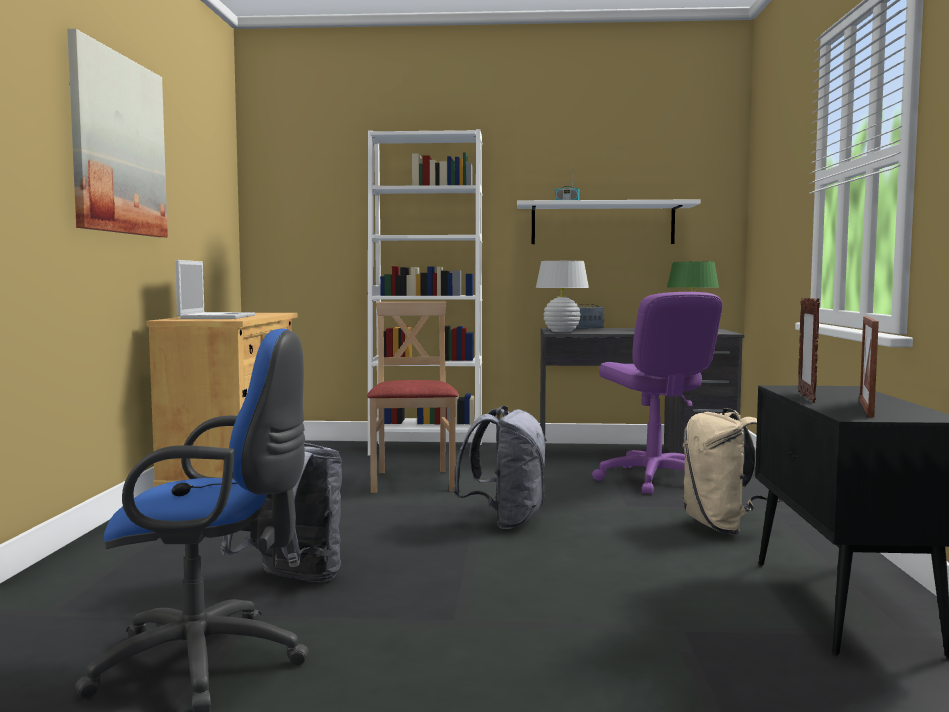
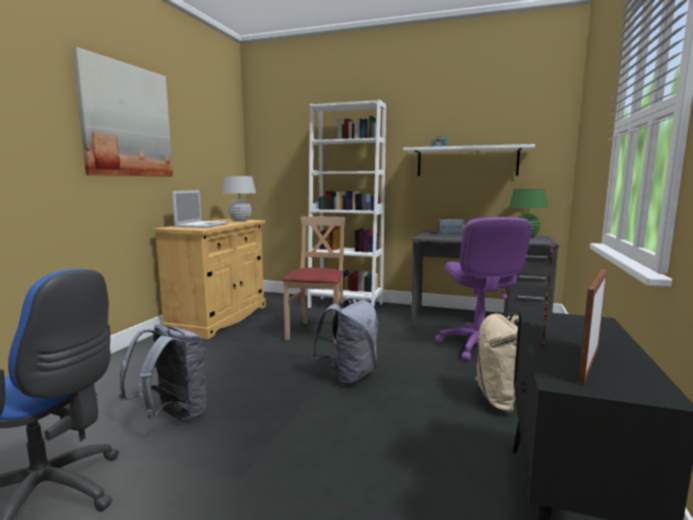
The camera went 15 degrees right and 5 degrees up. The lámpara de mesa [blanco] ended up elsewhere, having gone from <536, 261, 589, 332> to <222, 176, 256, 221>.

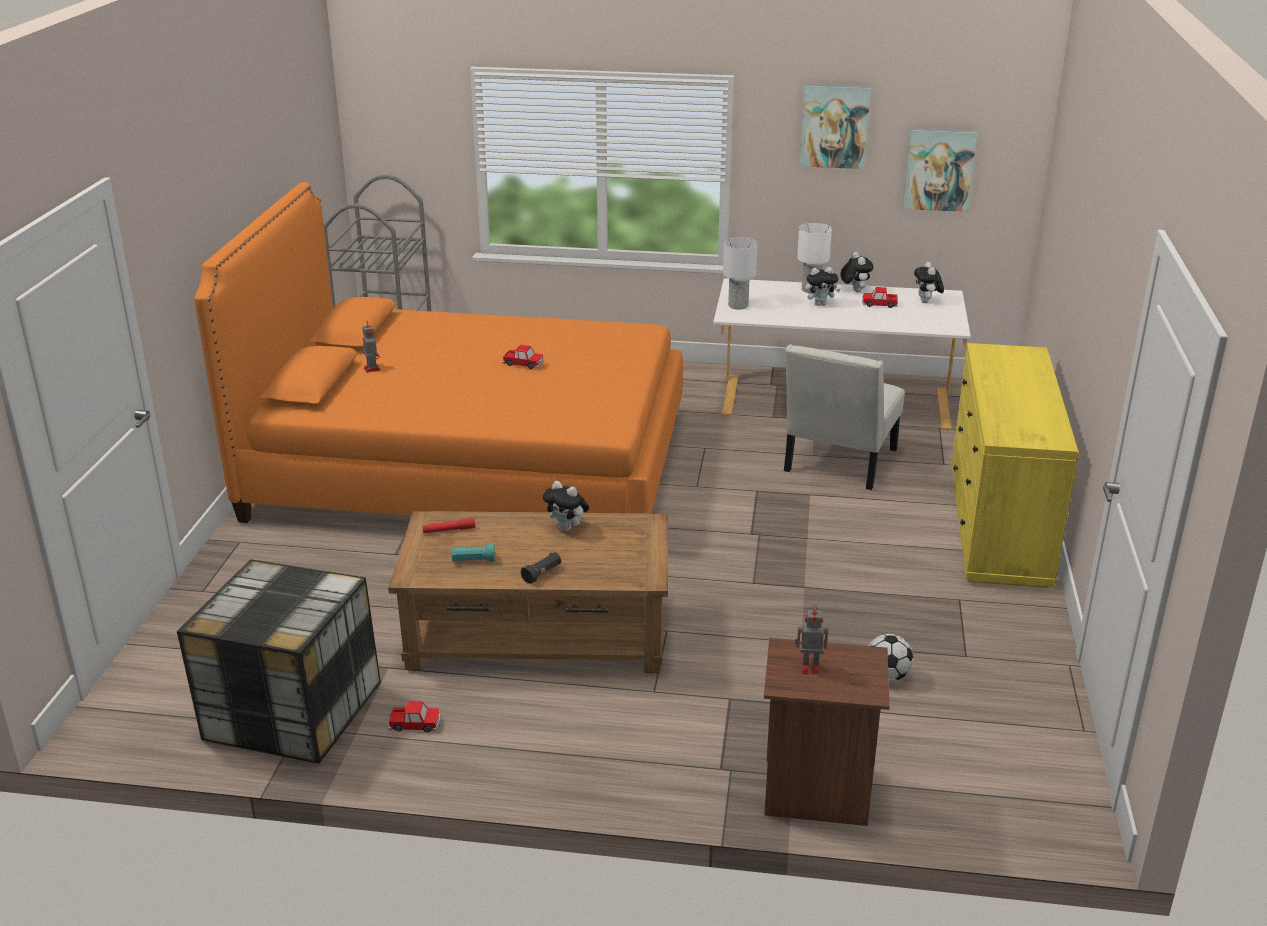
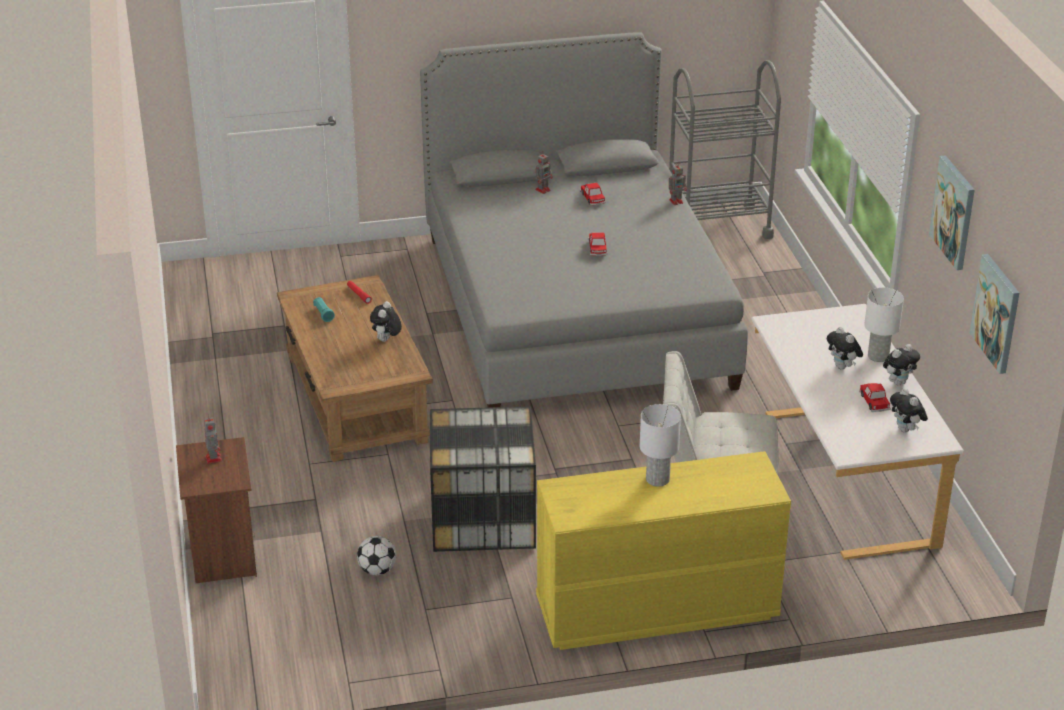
The camera went 70 degrees right and 5 degrees up. What was the cama [naranja] at <194, 182, 683, 523> turned into the cama [gris] at <420, 32, 748, 408>. The lámpara de mesa [blanco] ended up elsewhere, having gone from <723, 237, 758, 309> to <640, 404, 681, 487>. The peluche at <914, 262, 944, 303> ended up facing another way, 90 degrees counterclockwise from before. The second view lost the linterna [negro] at <521, 552, 561, 584>. The caja de almacenaje ended up elsewhere, having gone from <177, 559, 381, 764> to <430, 406, 536, 552>. The coche de juguete ended up elsewhere, having gone from <388, 701, 441, 732> to <580, 183, 606, 205>. The second view gained the robot de juguete at <669, 165, 687, 205>.

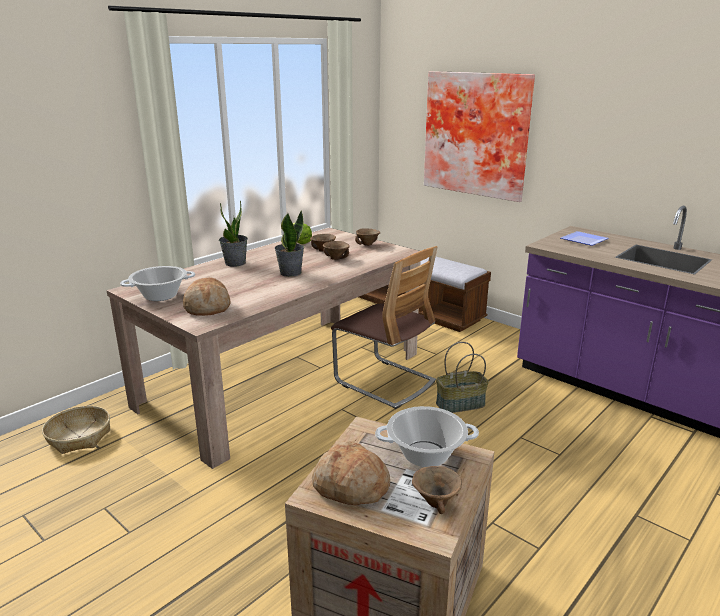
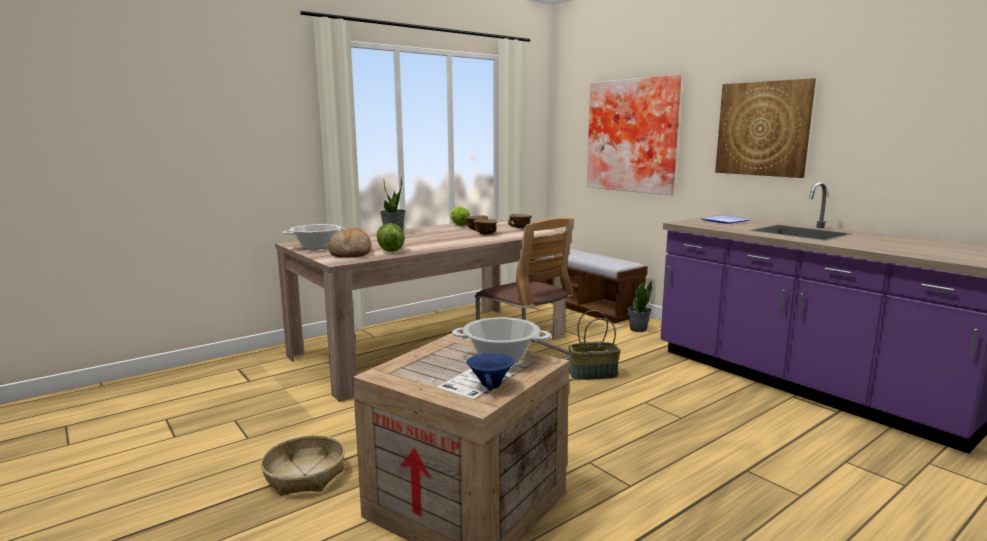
The camera went 10 degrees right and 10 degrees down. The planta en maceta ended up elsewhere, having gone from <275, 211, 304, 277> to <627, 281, 652, 332>. The cesta ended up elsewhere, having gone from <42, 406, 110, 454> to <260, 435, 345, 496>. The second view lost the pan at <312, 441, 390, 505>. What was the cuenco [marrón] at <412, 466, 462, 514> turned into the cuenco [azul] at <467, 353, 515, 391>. The second view gained the cuadro at <715, 78, 816, 178>. The second view gained the lechuga at <376, 223, 405, 252>.

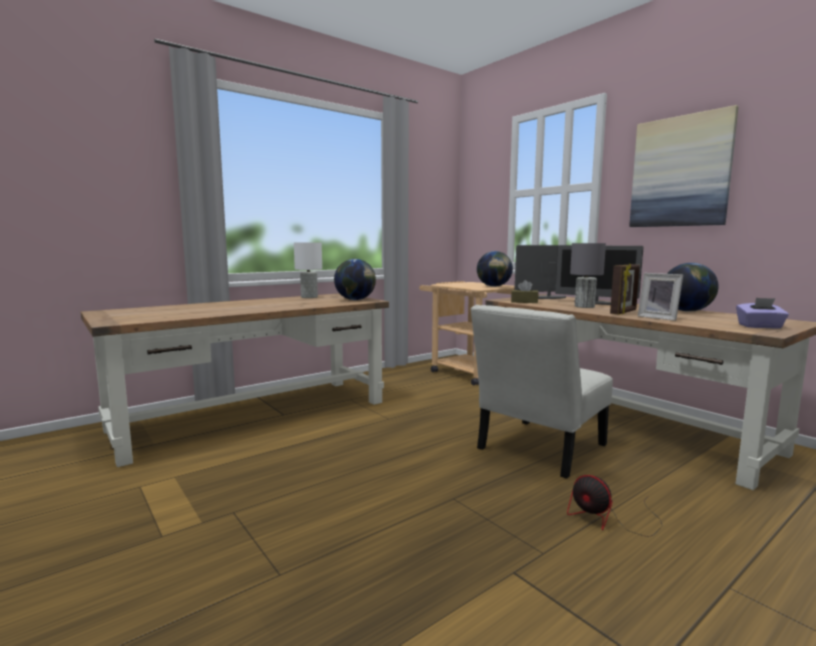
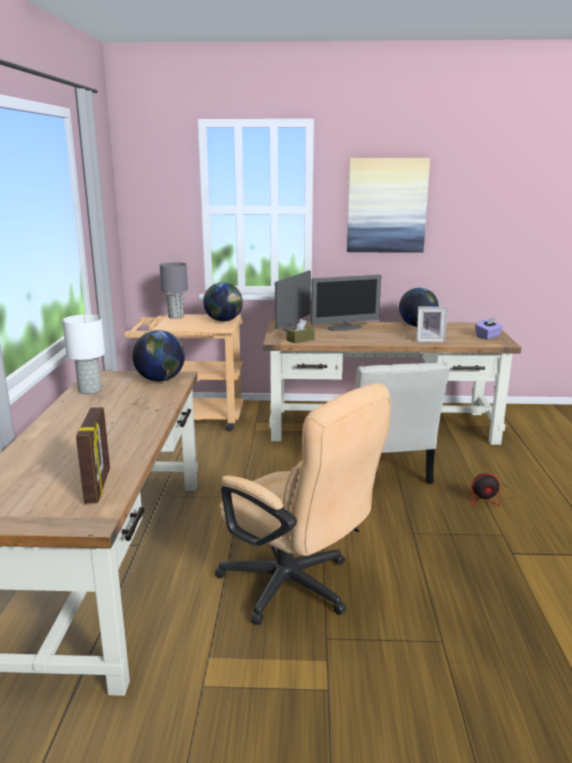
The camera went 50 degrees left and 10 degrees up. The lámpara de mesa [gris] ended up elsewhere, having gone from <570, 243, 606, 308> to <160, 262, 188, 319>. The portarretratos ended up elsewhere, having gone from <610, 264, 640, 314> to <76, 407, 110, 504>. The second view gained the silla de oficina [beis] at <215, 383, 391, 625>.

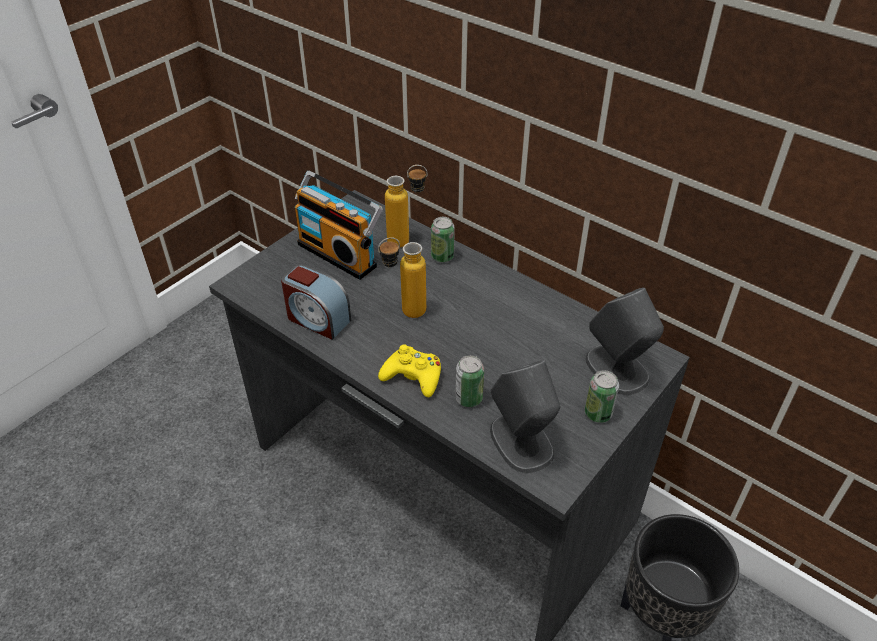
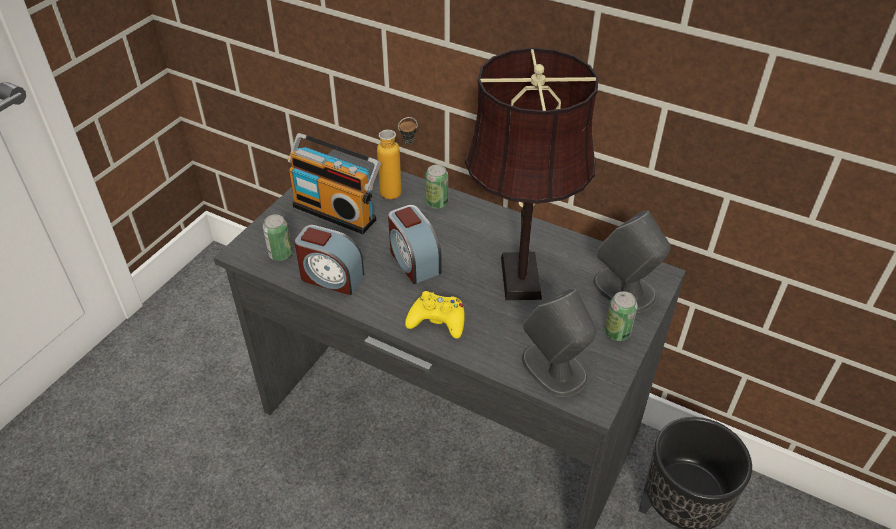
The camera went 10 degrees left and 0 degrees up. Where the botella stood at <378, 237, 426, 318>, the despertador came to stand at <388, 205, 442, 284>. The lata ended up elsewhere, having gone from <455, 355, 484, 407> to <263, 214, 292, 261>. The second view gained the lámpara de mesa [marrón] at <465, 48, 599, 300>.

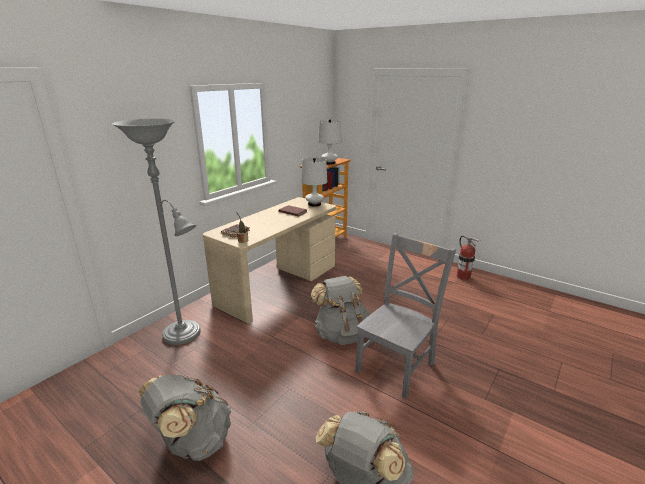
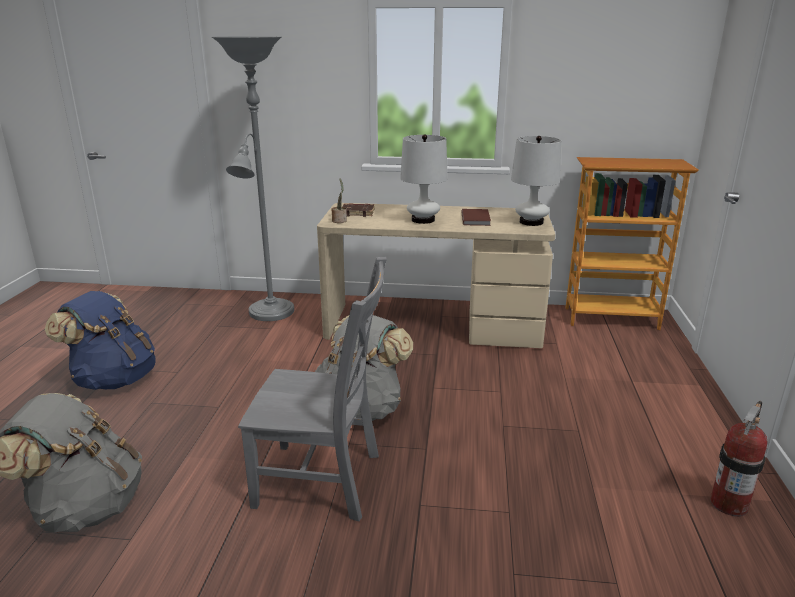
The camera went 60 degrees right and 0 degrees up. The lámpara de mesa [blanco] ended up elsewhere, having gone from <318, 120, 342, 164> to <400, 134, 448, 224>. What was the mochila [gris] at <139, 374, 231, 461> turned into the mochila [azul] at <45, 291, 156, 390>.

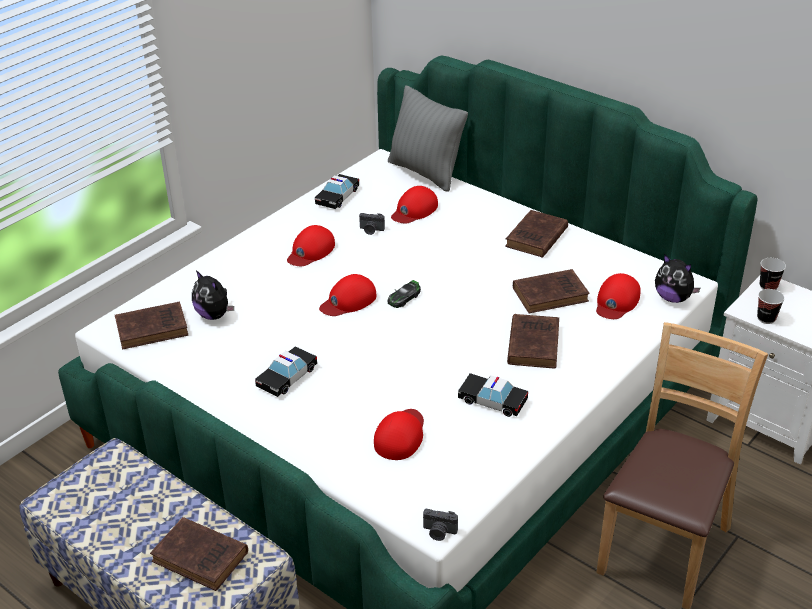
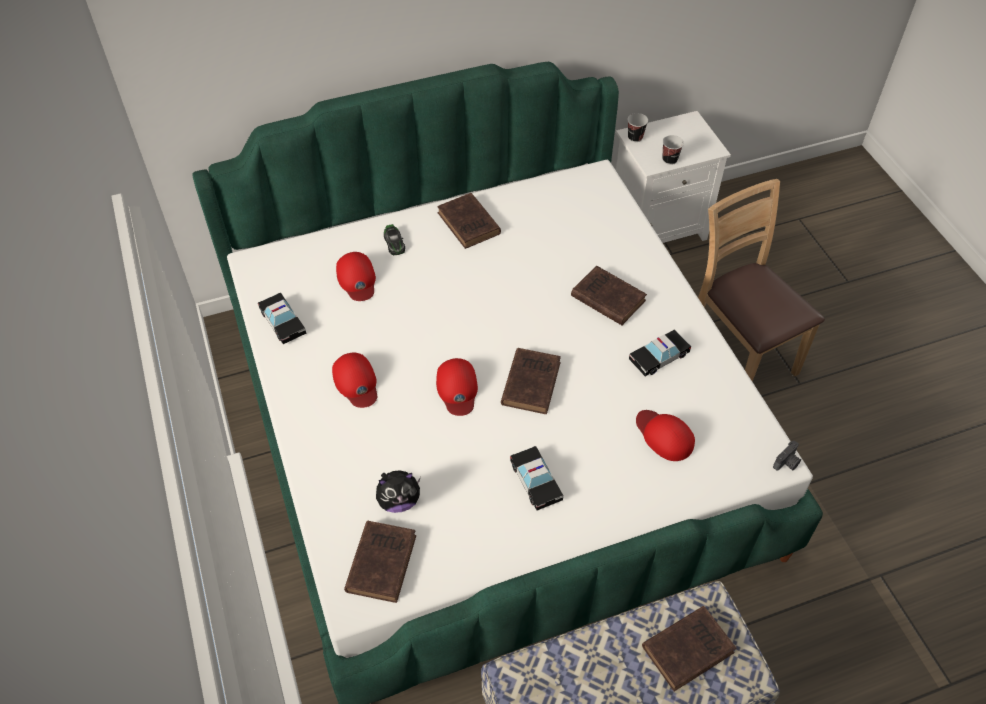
The camera went 60 degrees left and 15 degrees up. The second view lost the cojín [gris] at <388, 86, 468, 192>. The second view lost the cámara at <359, 213, 385, 235>. The second view lost the peluche at <655, 254, 701, 303>. The libro [marrón] ended up elsewhere, having gone from <513, 269, 590, 313> to <501, 348, 561, 414>. The second view lost the gorra [rojo] at <596, 273, 641, 319>. The coche de juguete ended up elsewhere, having gone from <388, 280, 421, 308> to <384, 224, 405, 255>.

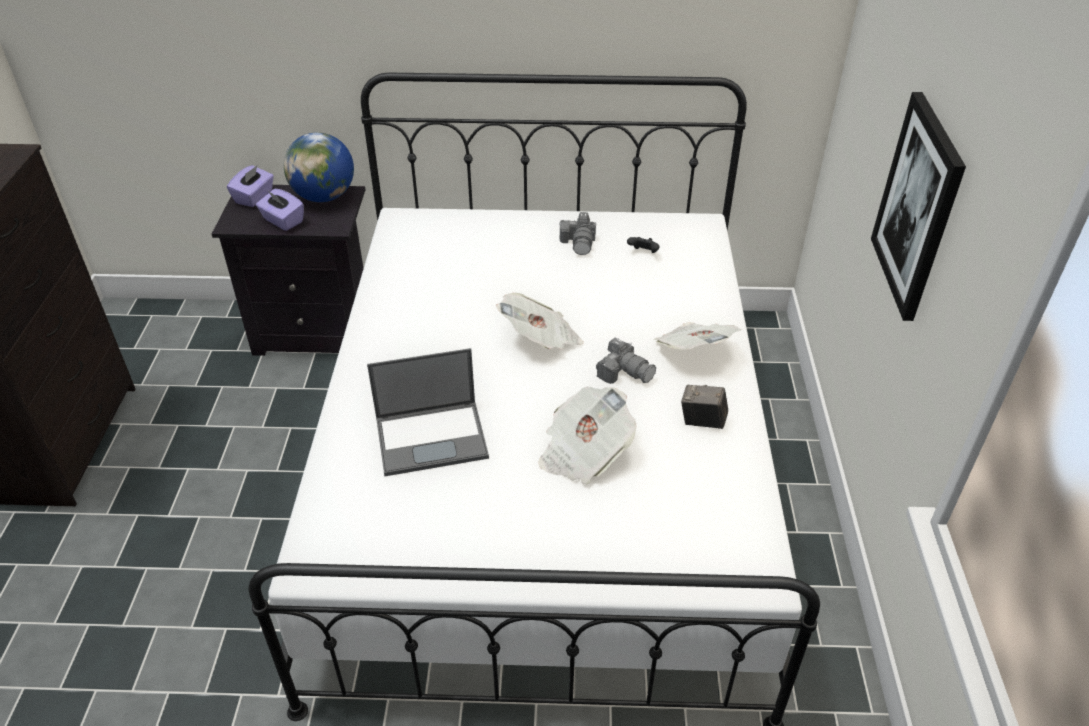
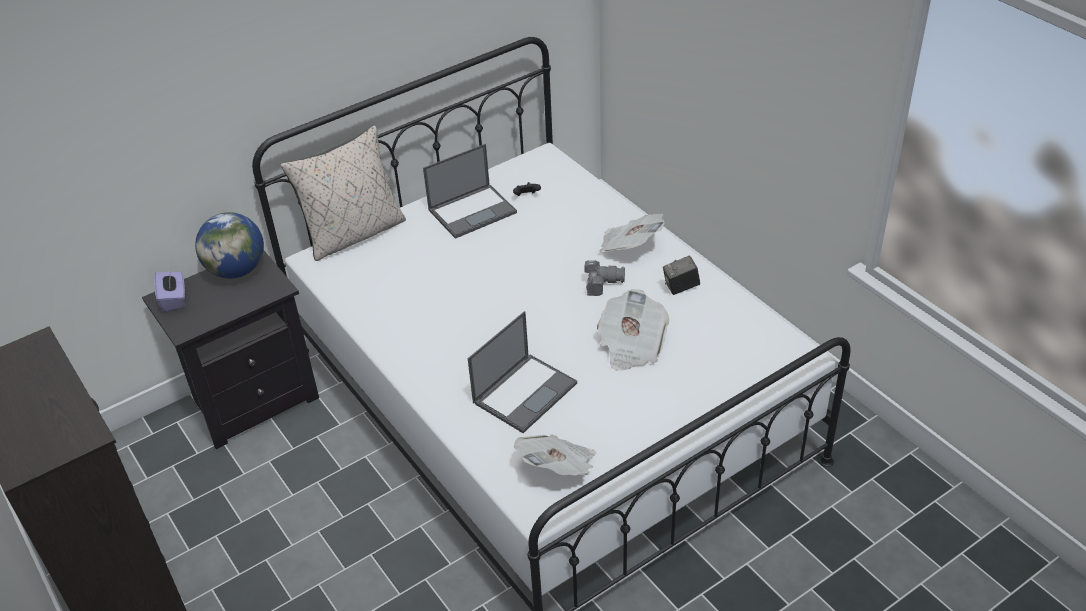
The camera went 35 degrees left and 0 degrees up. The second view lost the cuadro at <871, 92, 966, 321>. The second view lost the caja de pañuelos [morado] at <256, 189, 304, 231>. Where the cámara stood at <559, 212, 597, 255>, the portátil came to stand at <423, 144, 517, 239>. The periódico ended up elsewhere, having gone from <496, 293, 584, 349> to <514, 434, 596, 475>. The second view gained the cojín [beis] at <281, 126, 406, 261>.

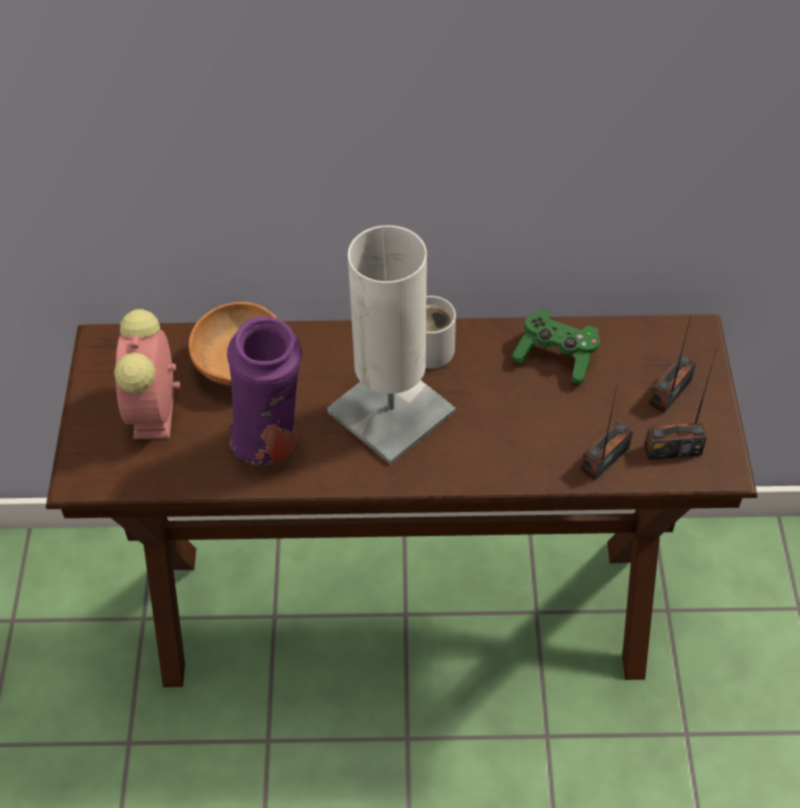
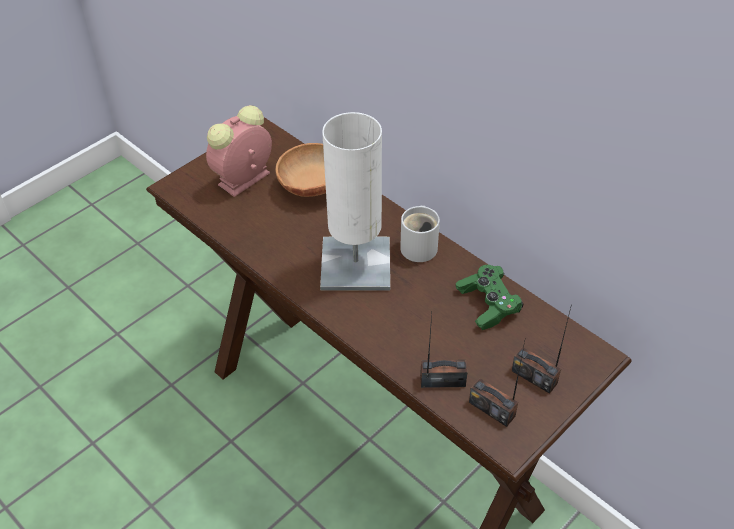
The camera went 45 degrees right and 5 degrees down. The second view lost the florero [morado] at <227, 316, 302, 466>. The radio at <649, 316, 696, 413> ended up facing another way, 135 degrees counterclockwise from before.

